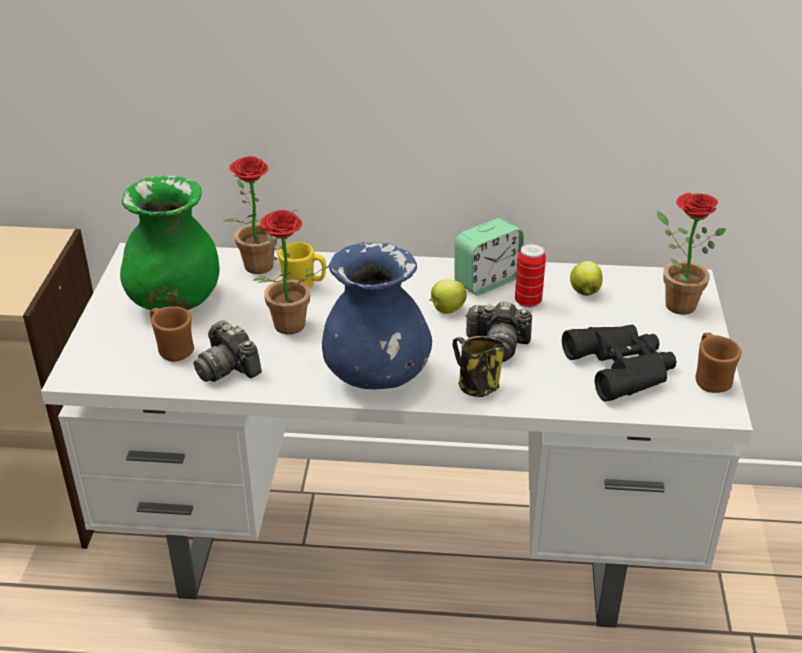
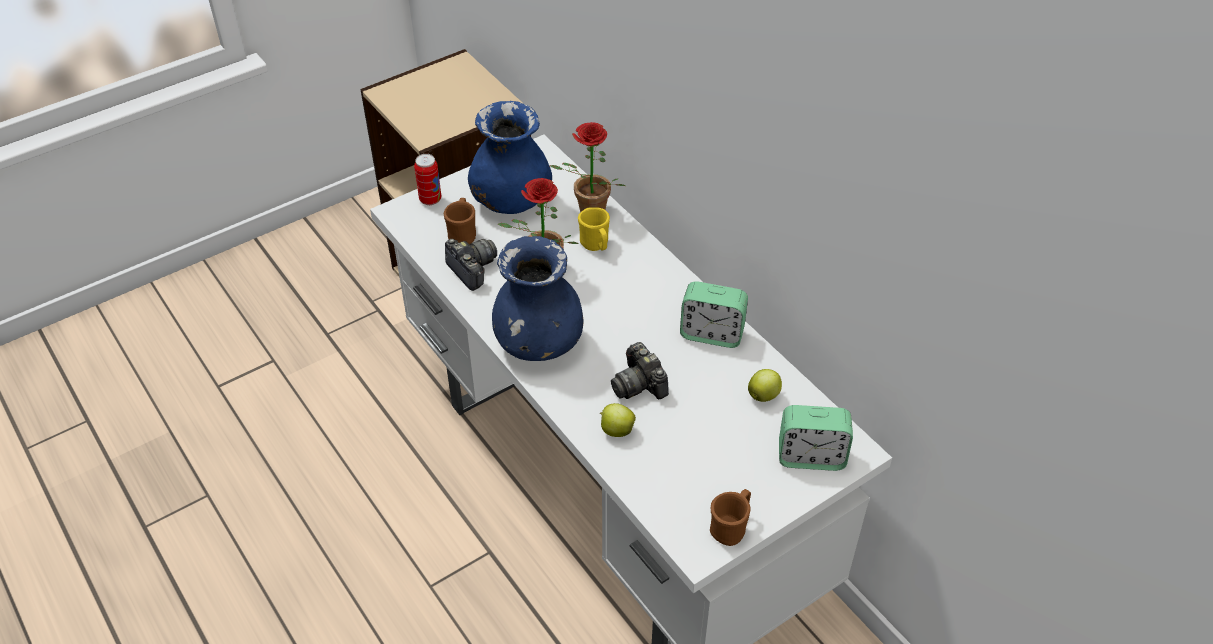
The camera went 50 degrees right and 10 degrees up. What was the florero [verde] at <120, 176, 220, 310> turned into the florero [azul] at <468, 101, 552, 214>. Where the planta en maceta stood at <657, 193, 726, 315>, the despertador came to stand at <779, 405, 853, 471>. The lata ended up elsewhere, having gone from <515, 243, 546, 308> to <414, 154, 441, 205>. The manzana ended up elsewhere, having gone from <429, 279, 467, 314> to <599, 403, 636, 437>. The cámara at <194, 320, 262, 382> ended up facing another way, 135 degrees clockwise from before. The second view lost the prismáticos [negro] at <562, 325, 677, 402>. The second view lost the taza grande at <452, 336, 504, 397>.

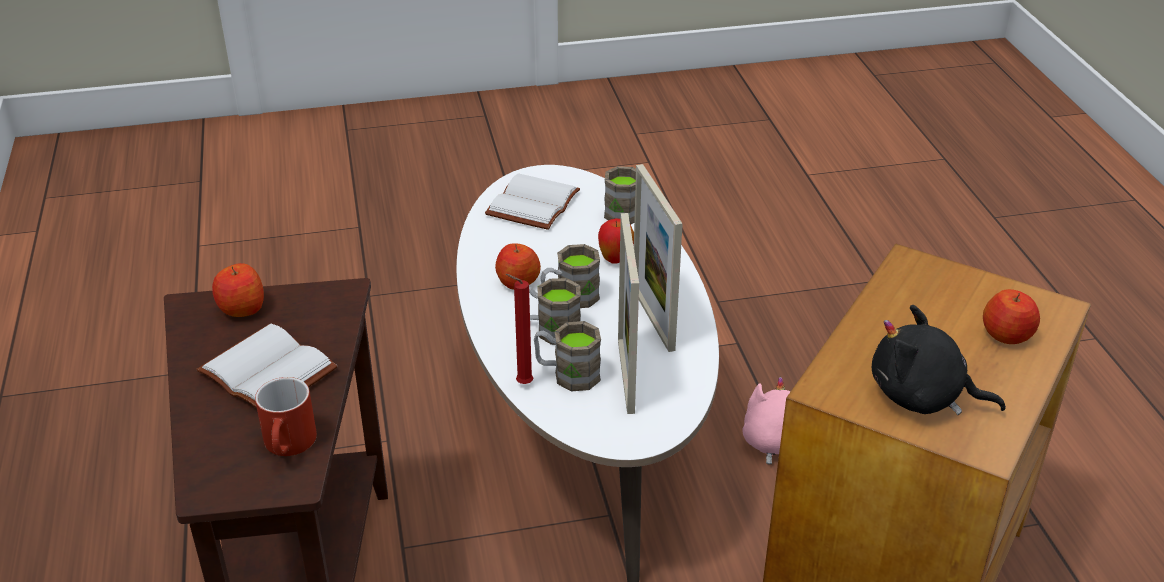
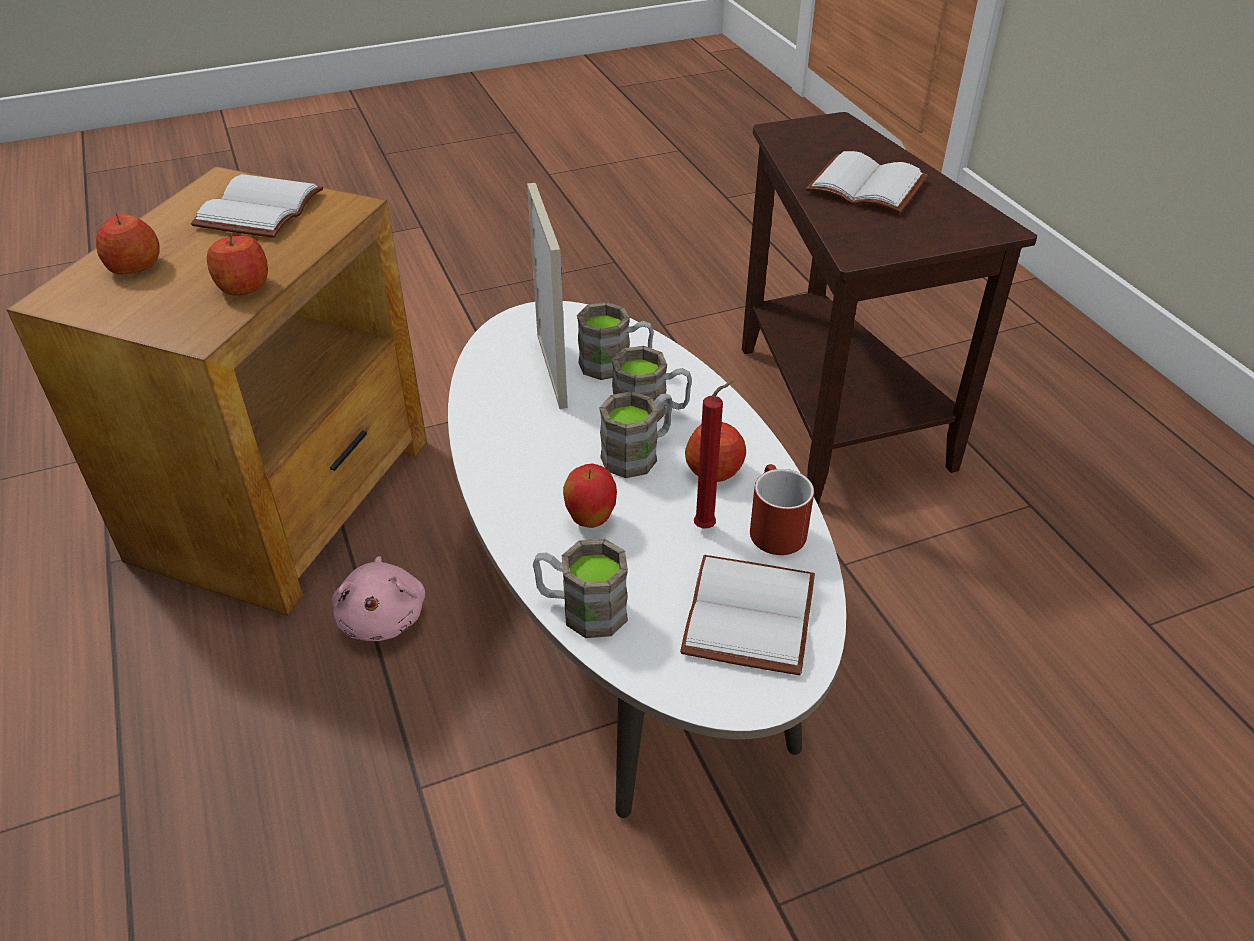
The camera went 170 degrees right and 5 degrees up. The second view lost the portarretratos at <634, 164, 683, 352>. The manzana ended up elsewhere, having gone from <212, 263, 264, 317> to <207, 233, 268, 296>. The vela [rojo] ended up elsewhere, having gone from <506, 274, 533, 384> to <694, 381, 733, 528>. Where the peluche [negro] stood at <872, 304, 1006, 415>, the libro [blanco] came to stand at <191, 174, 323, 238>. The taza grande [rojo] ended up elsewhere, having gone from <255, 377, 317, 456> to <750, 464, 814, 555>.

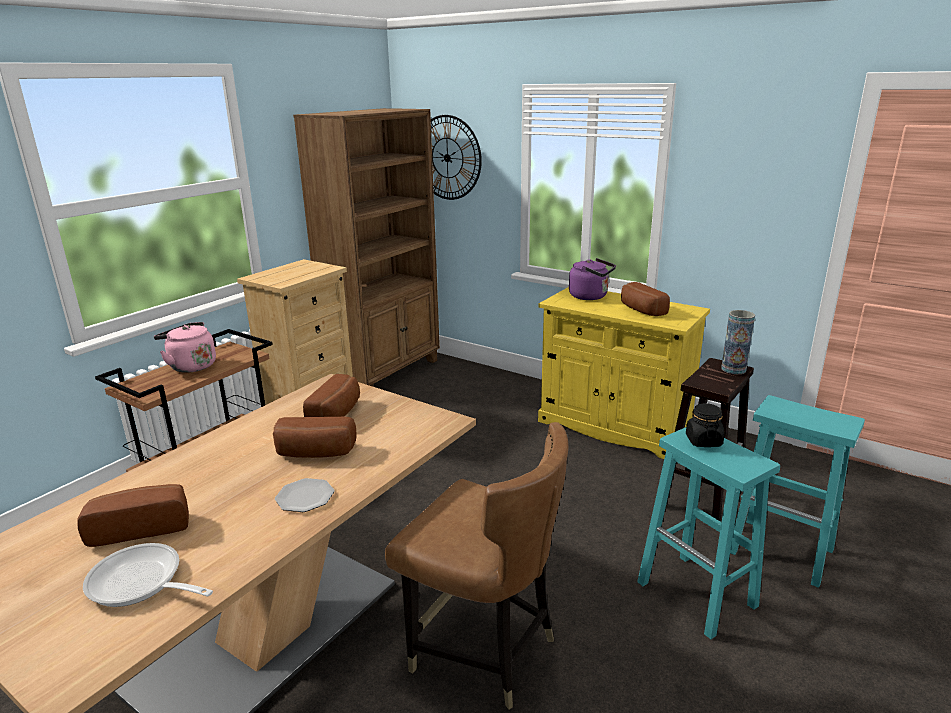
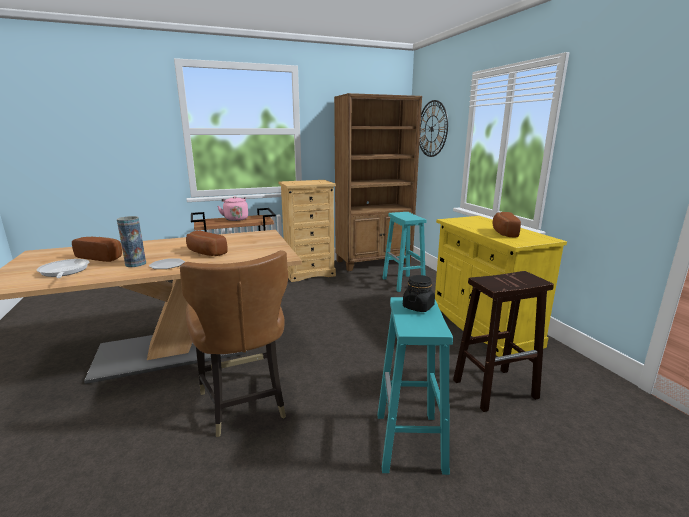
The camera went 35 degrees right and 5 degrees down. The second view lost the hervidor [morado] at <569, 258, 616, 300>. The florero ended up elsewhere, having gone from <721, 310, 755, 374> to <117, 216, 146, 267>. The second view lost the pan at <303, 374, 360, 417>. The taburete [turquesa] ended up elsewhere, having gone from <730, 395, 865, 588> to <382, 212, 426, 292>.

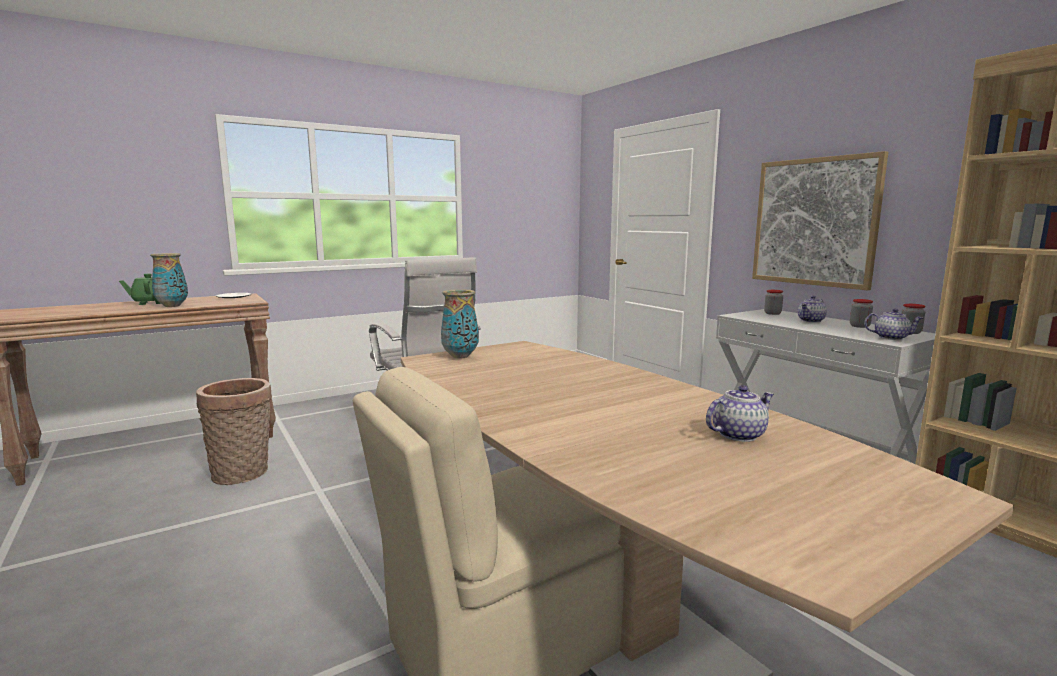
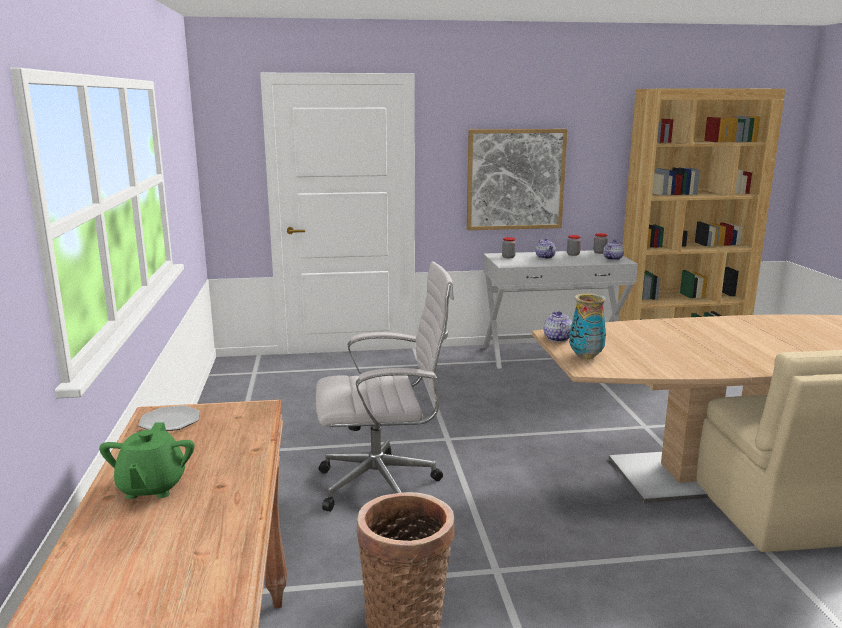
The camera went 65 degrees left and 5 degrees up. The second view lost the florero at <150, 253, 188, 307>. The tetera ended up elsewhere, having gone from <706, 385, 774, 442> to <544, 311, 572, 342>.

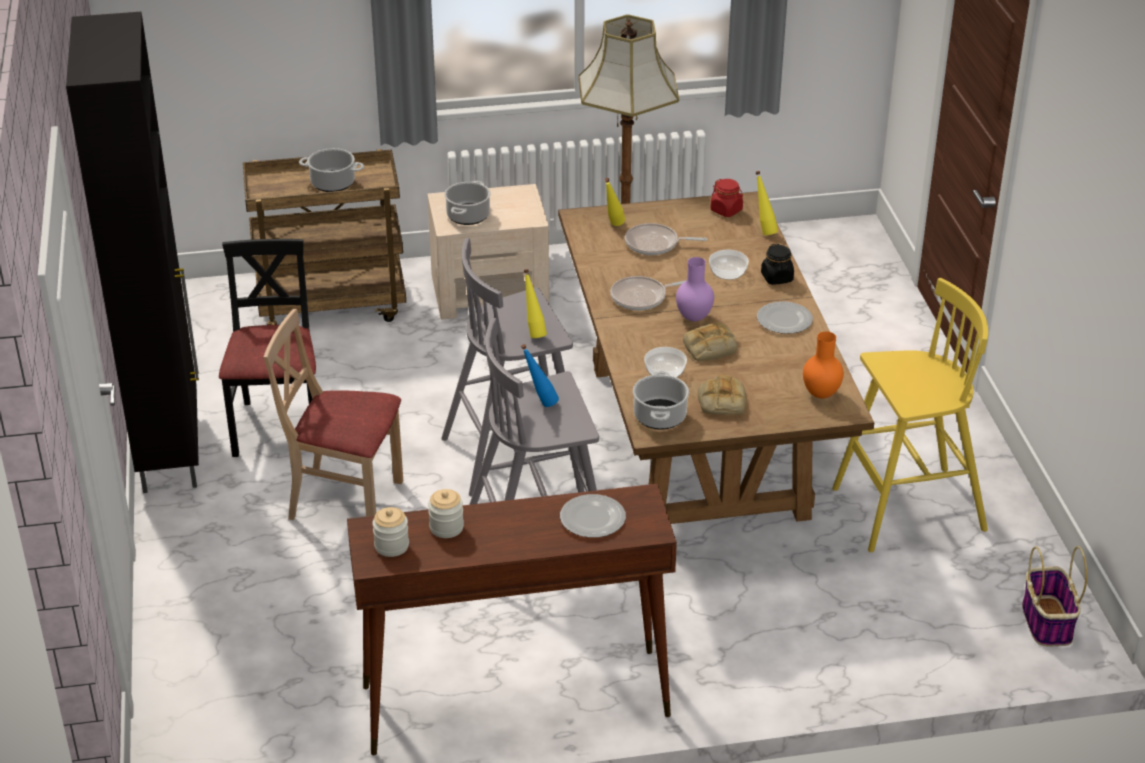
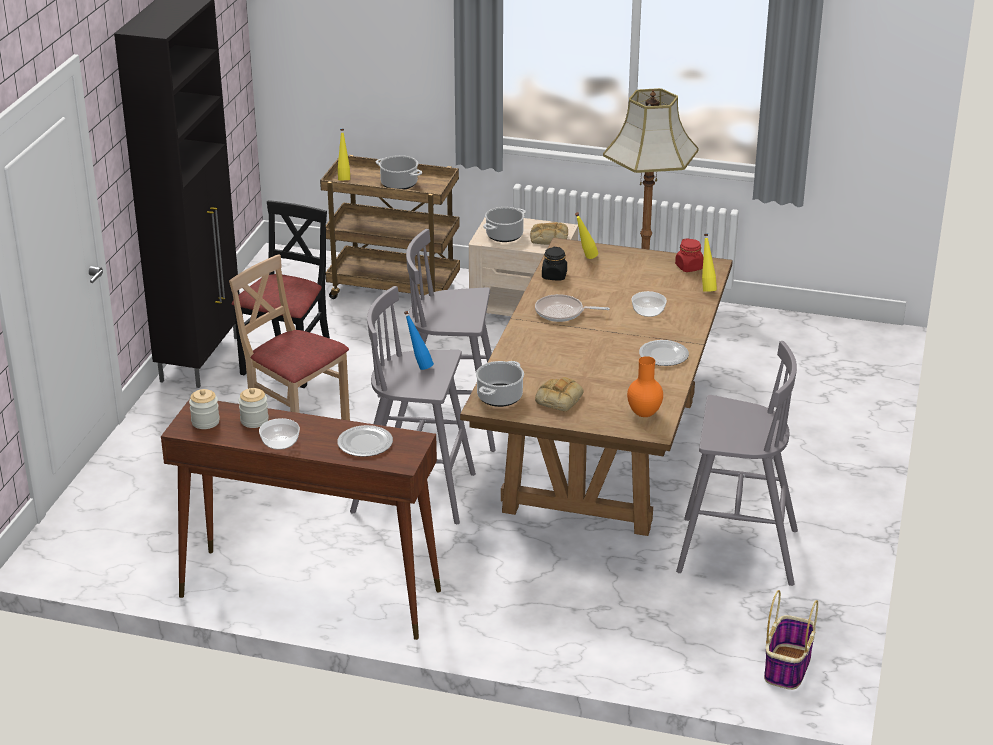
The camera went 25 degrees right and 5 degrees down. The second view lost the sartén at <625, 223, 708, 255>. The tarro [negro] ended up elsewhere, having gone from <761, 244, 794, 285> to <542, 247, 567, 280>. The second view lost the florero [morado] at <676, 257, 714, 322>. The botella [amarillo] ended up elsewhere, having gone from <523, 269, 547, 338> to <338, 129, 350, 180>. What was the taburete [amarillo] at <832, 278, 988, 552> turned into the taburete [gris] at <676, 341, 798, 586>. The pan ended up elsewhere, having gone from <683, 323, 737, 361> to <530, 222, 568, 245>. The cuenco ended up elsewhere, having gone from <644, 347, 687, 378> to <259, 418, 300, 450>.

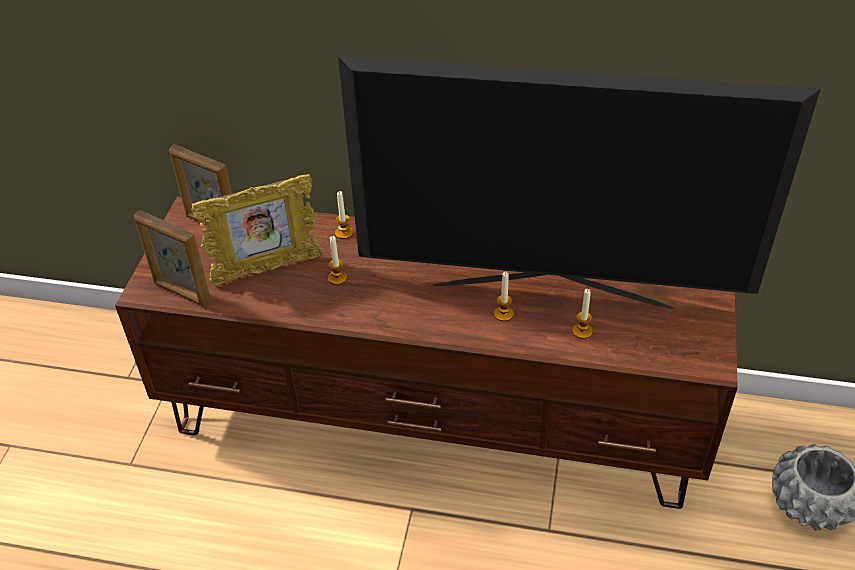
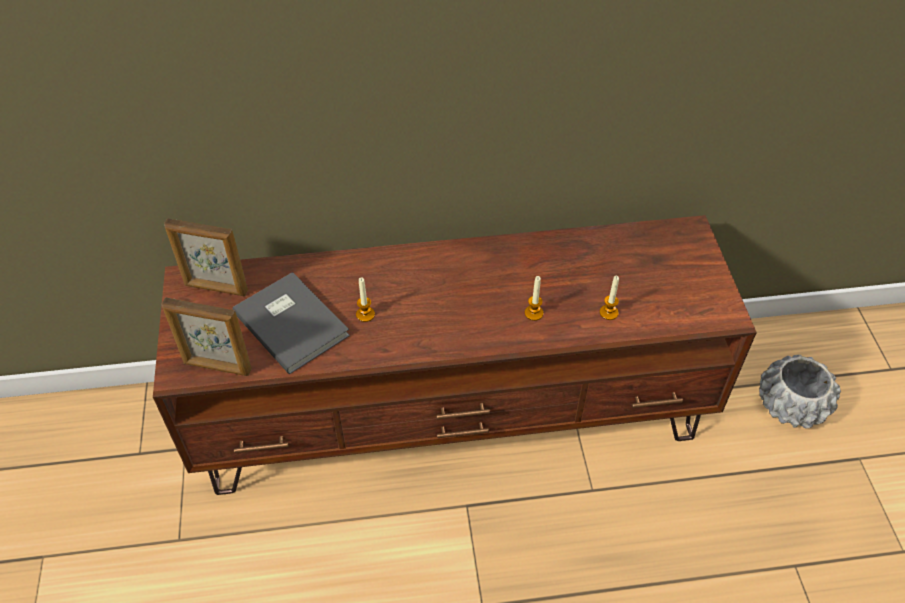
The camera went 20 degrees left and 5 degrees up. The second view lost the televisor at <338, 56, 821, 309>. Where the portarretratos stood at <192, 174, 322, 285>, the libro [gris] came to stand at <232, 272, 350, 374>. The second view lost the vela at <335, 191, 353, 239>.

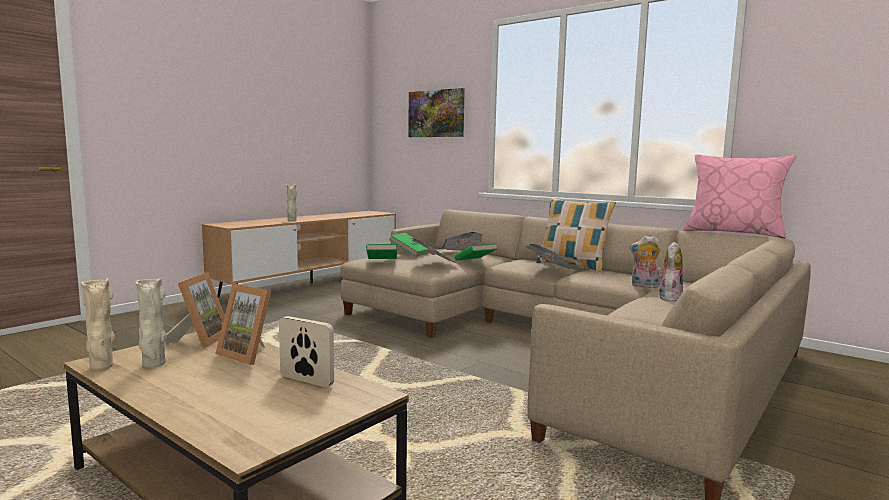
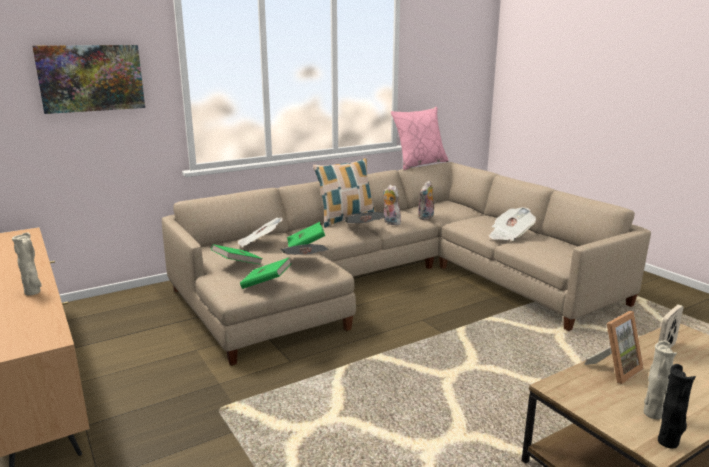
The camera went 70 degrees left and 10 degrees up. The peluche ended up elsewhere, having gone from <657, 242, 683, 301> to <383, 185, 401, 225>. The second view lost the portarretratos at <165, 272, 225, 348>. What was the florero [beis] at <80, 278, 115, 370> turned into the florero [negro] at <658, 364, 696, 449>. The second view gained the periódico at <489, 207, 536, 241>.

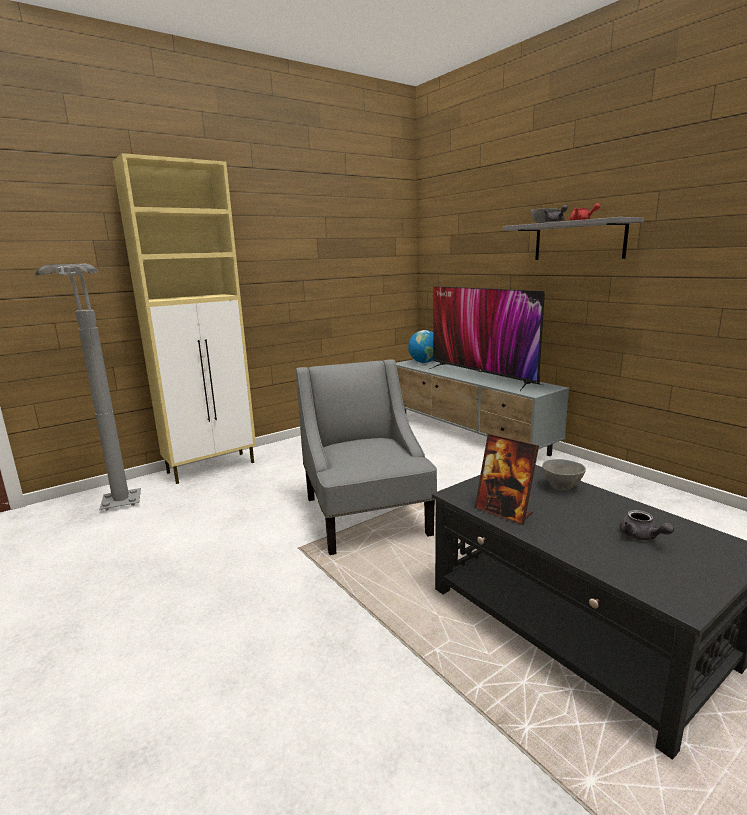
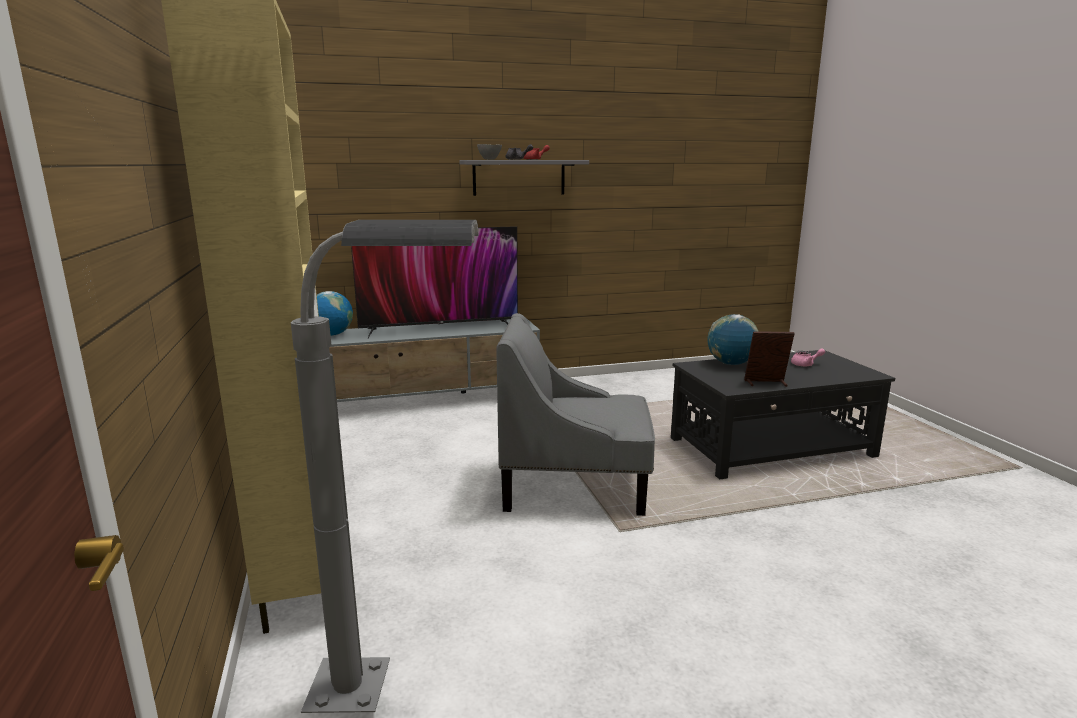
The camera went 70 degrees left and 0 degrees up. The portarretratos at <475, 434, 539, 525> ended up facing another way, 150 degrees counterclockwise from before. Where the cuenco [gris] stood at <542, 459, 586, 490>, the globo terráqueo came to stand at <707, 314, 758, 365>. What was the tetera [gris] at <620, 510, 674, 540> turned into the tetera [rosa] at <791, 348, 825, 367>.

